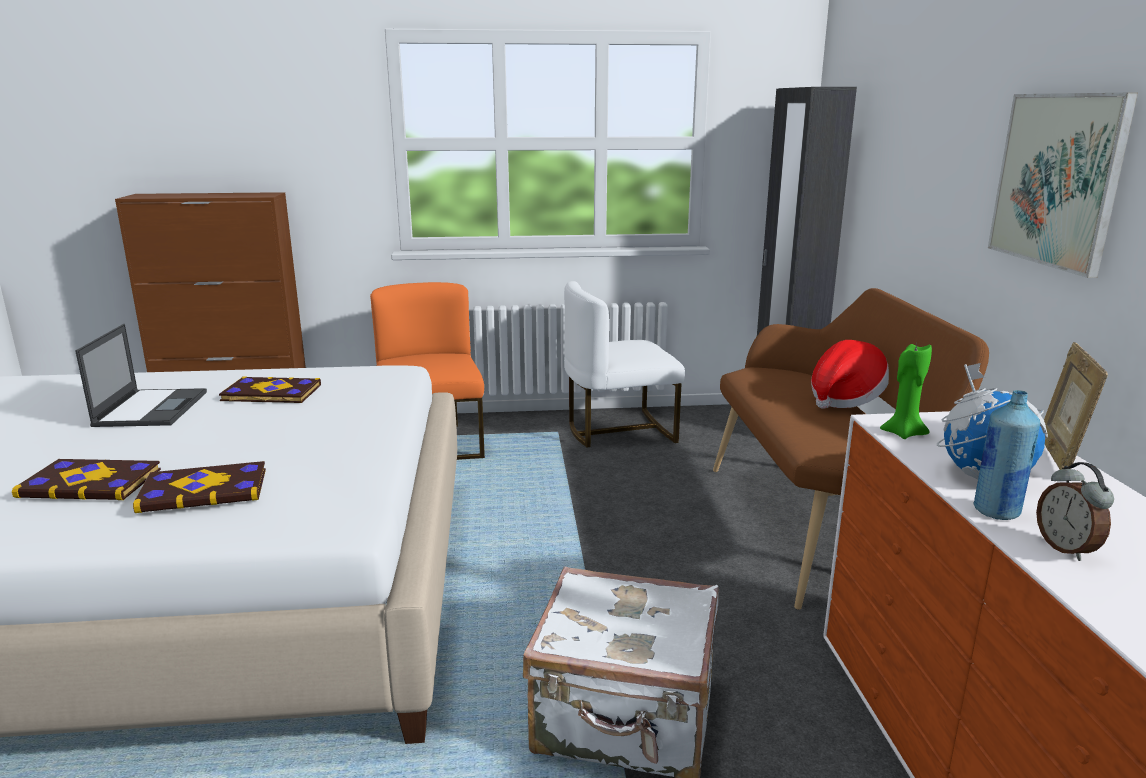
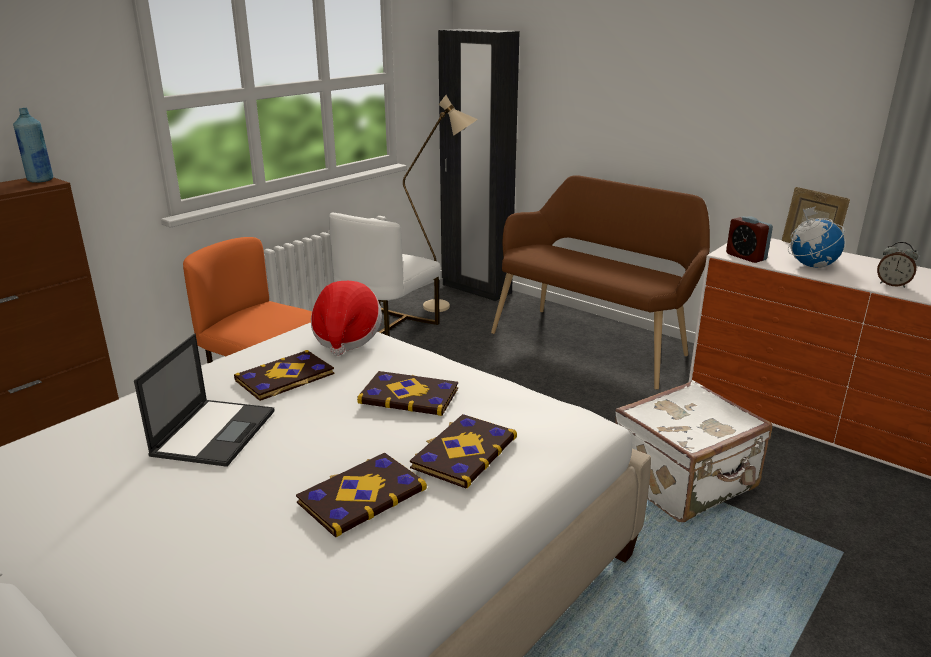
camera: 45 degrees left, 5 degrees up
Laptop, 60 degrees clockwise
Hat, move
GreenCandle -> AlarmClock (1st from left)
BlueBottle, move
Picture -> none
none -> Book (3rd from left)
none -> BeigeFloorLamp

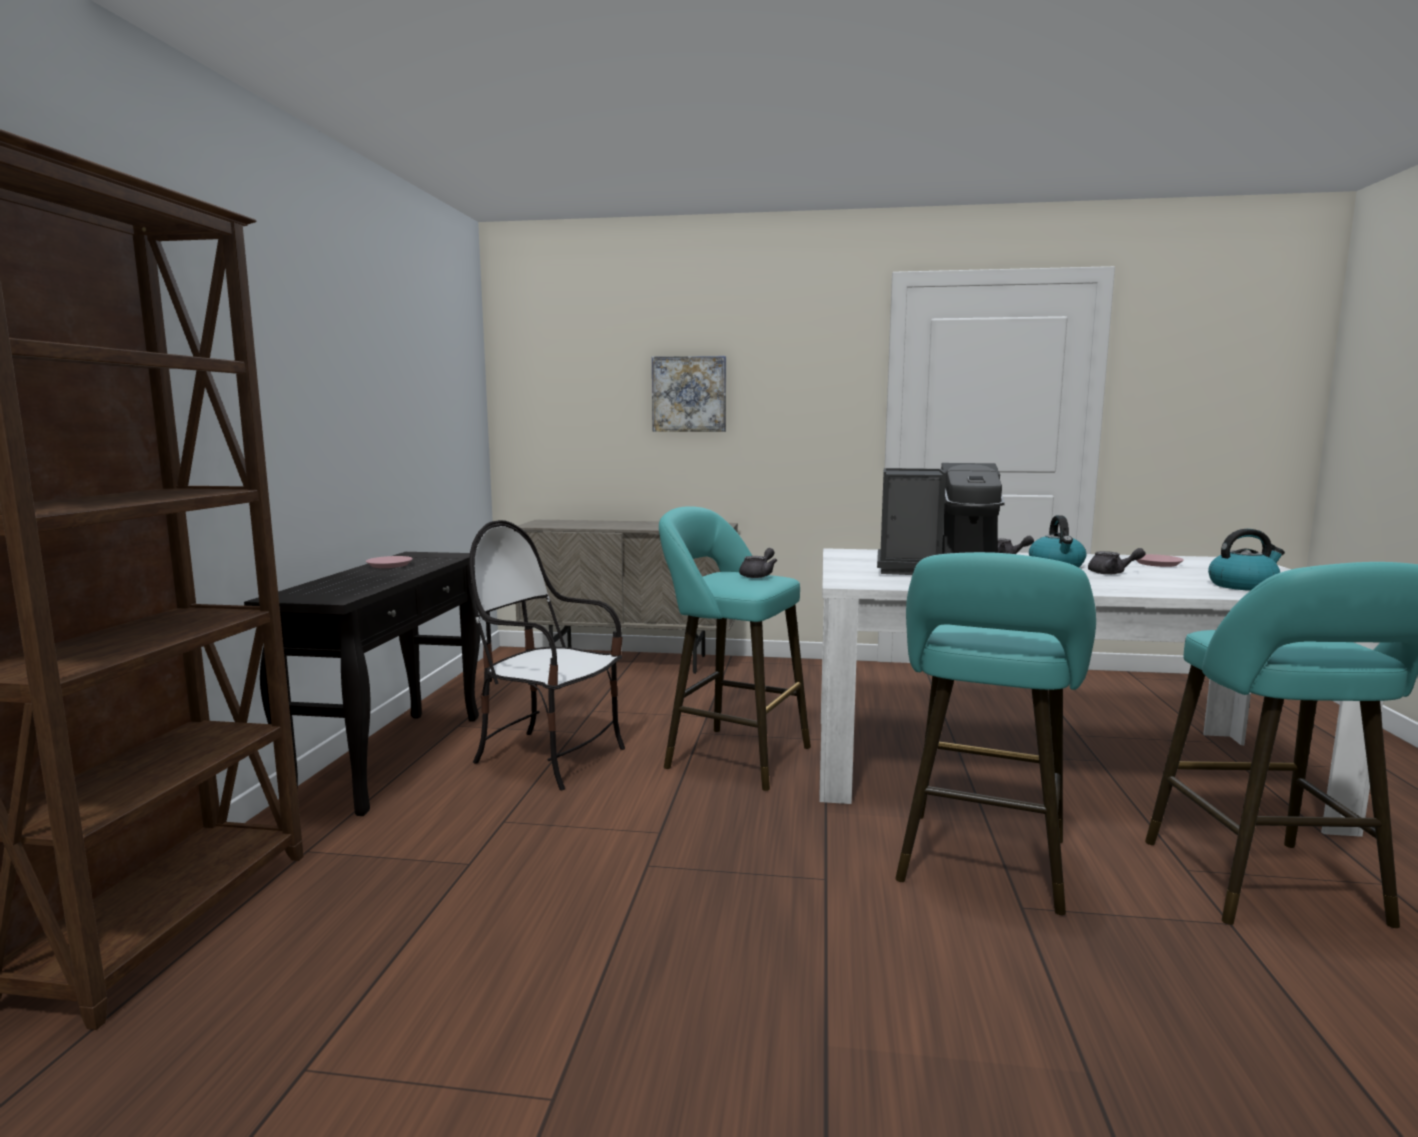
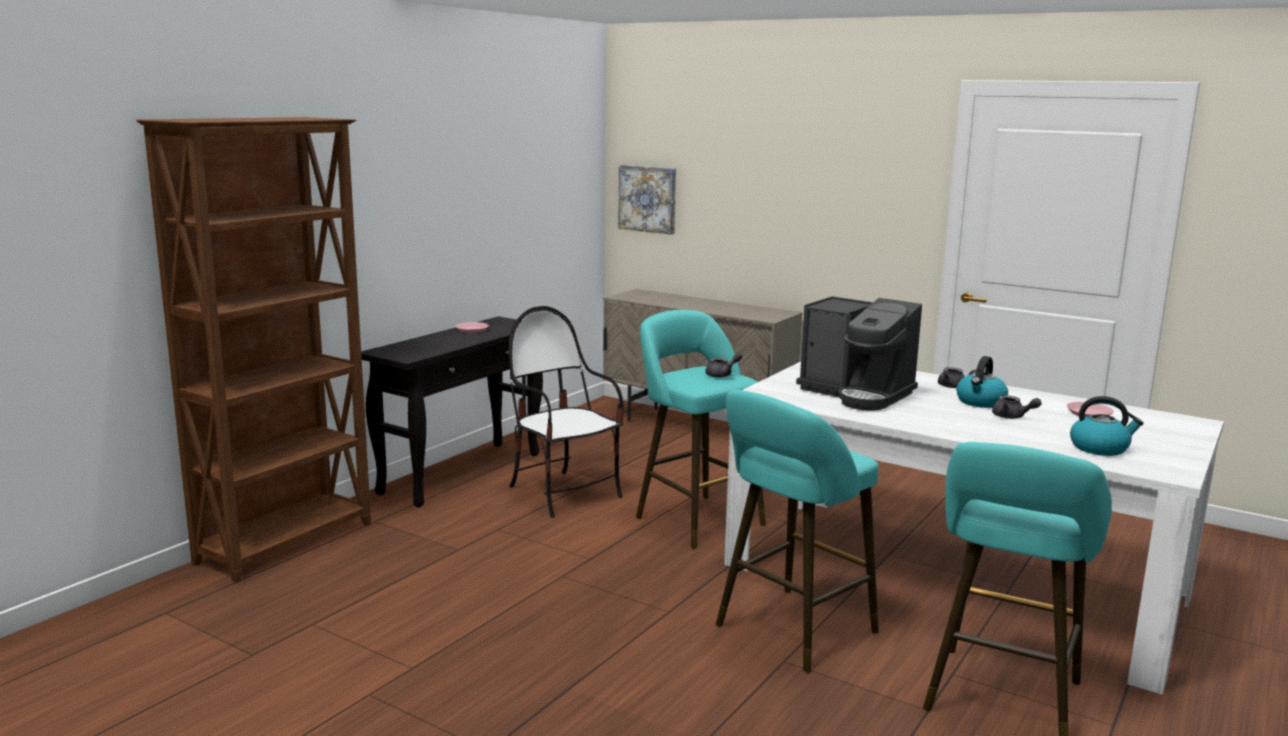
camera: 25 degrees right, 5 degrees up
Picture, move

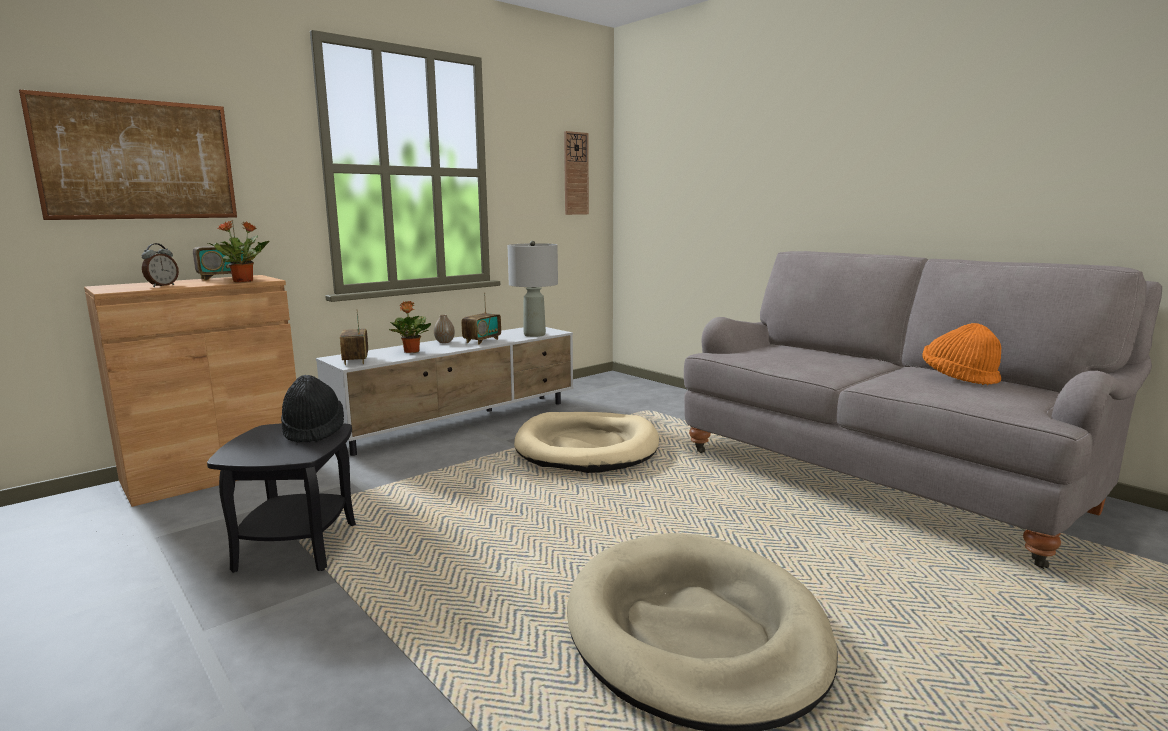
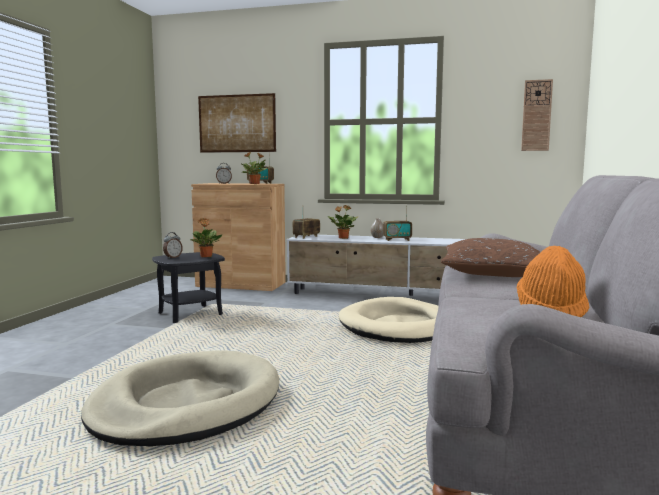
camera: 55 degrees right, 5 degrees down
BlackHat -> PottedPlant (1st from left)
GreyTableLamp -> none
none -> AlarmClock (1st from left)
none -> BrownPillow

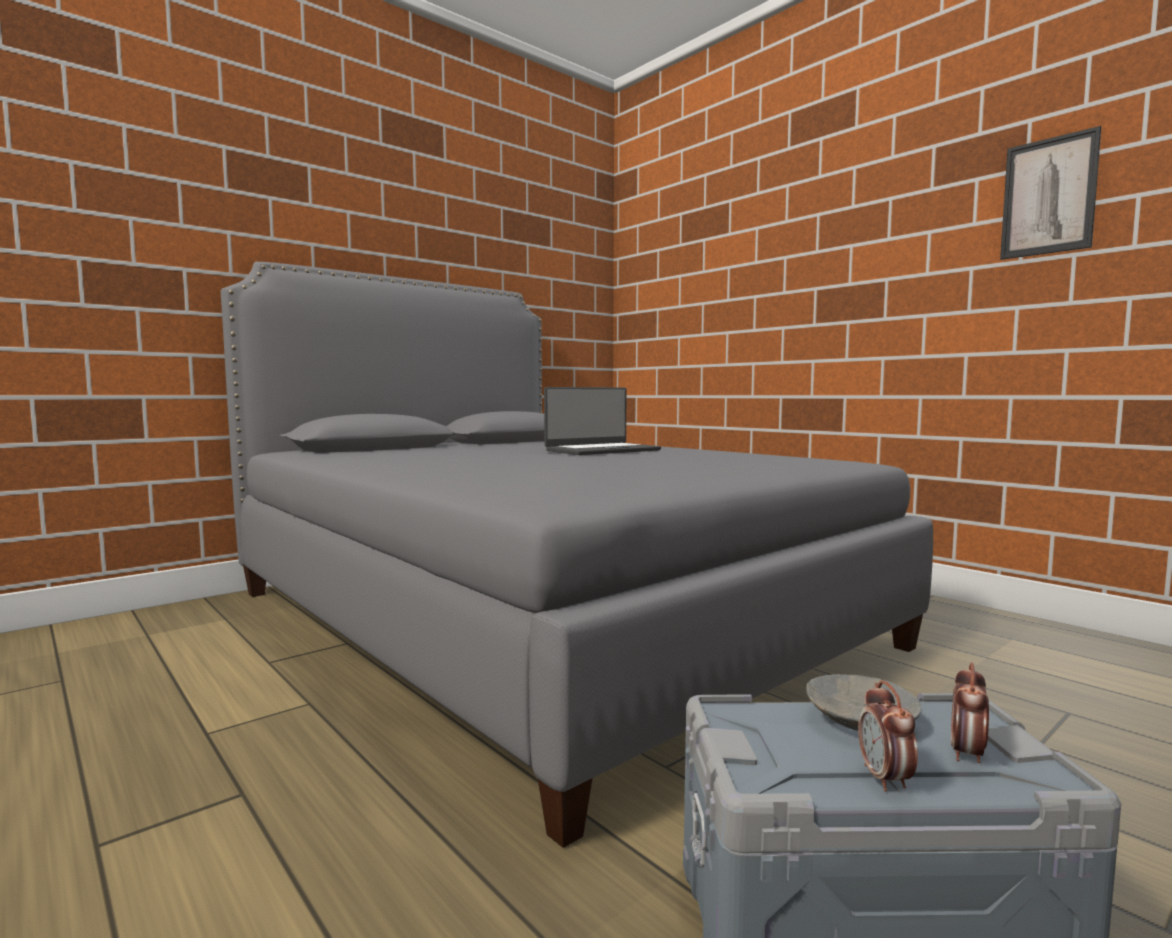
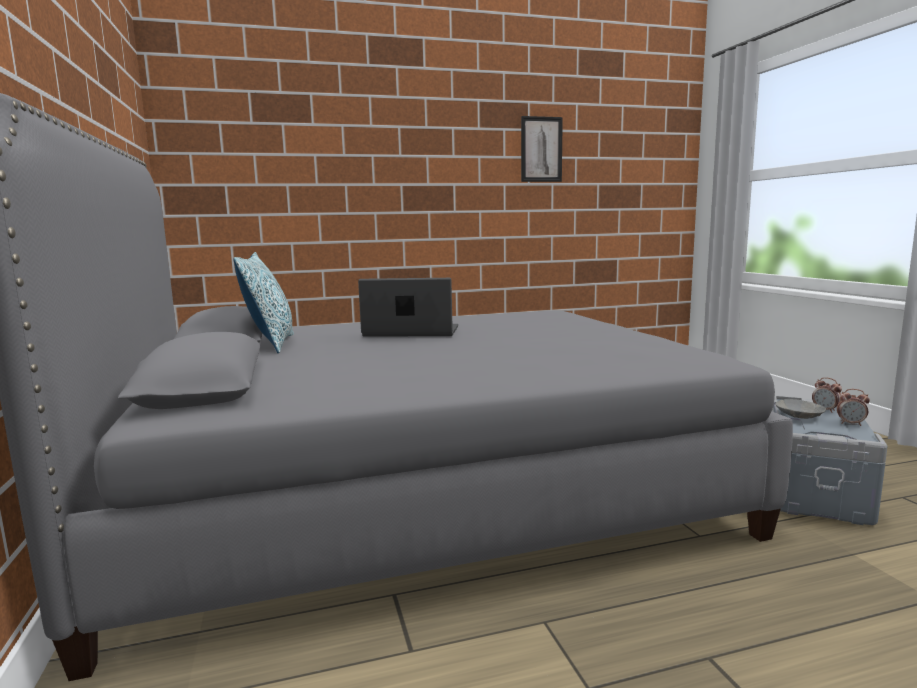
camera: 65 degrees left, 5 degrees up
Laptop, 75 degrees counterclockwise
none -> Pillow

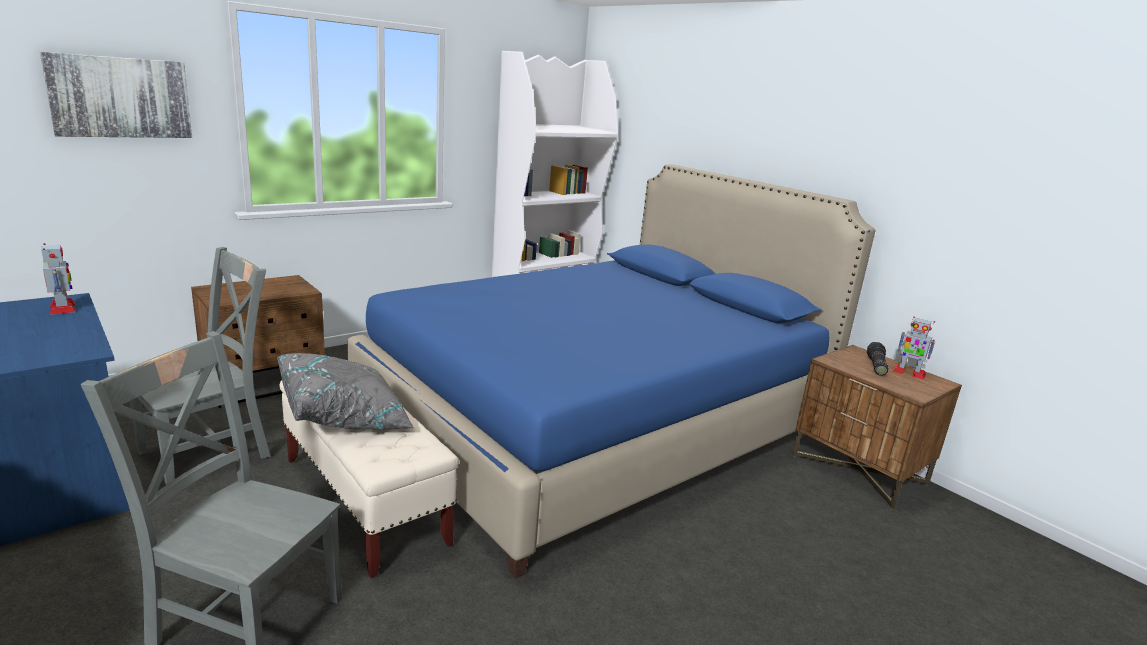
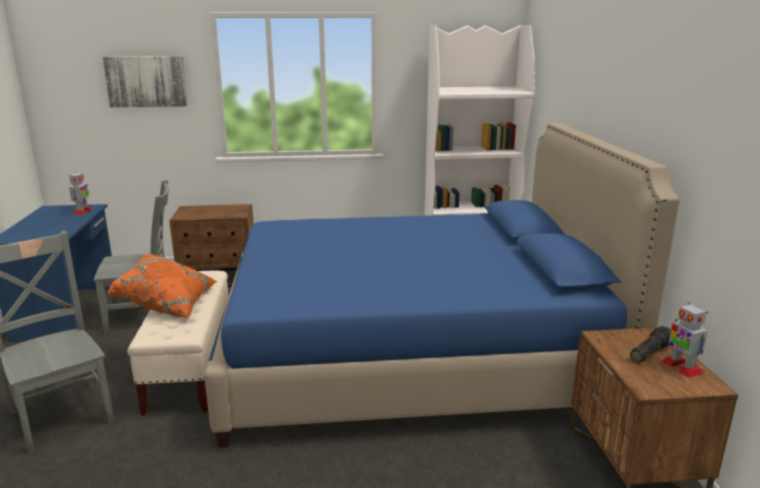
camera: 35 degrees right, 0 degrees up
GreyPillow -> OrangePillow

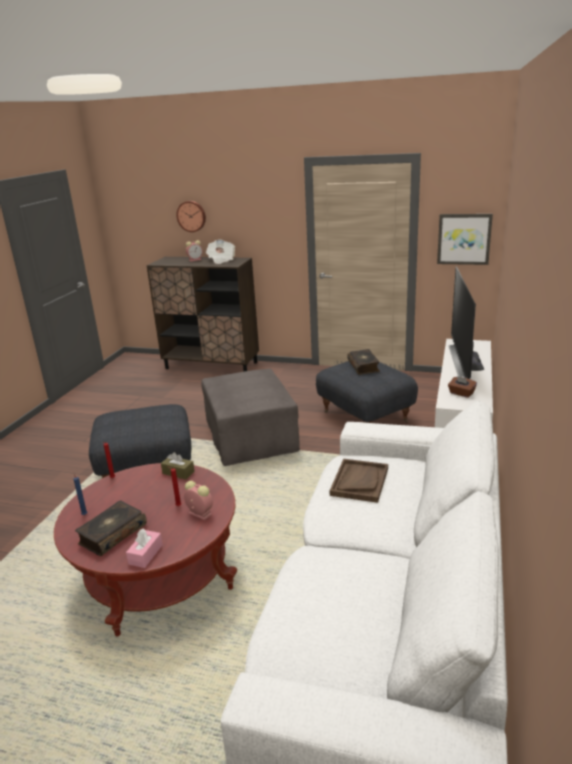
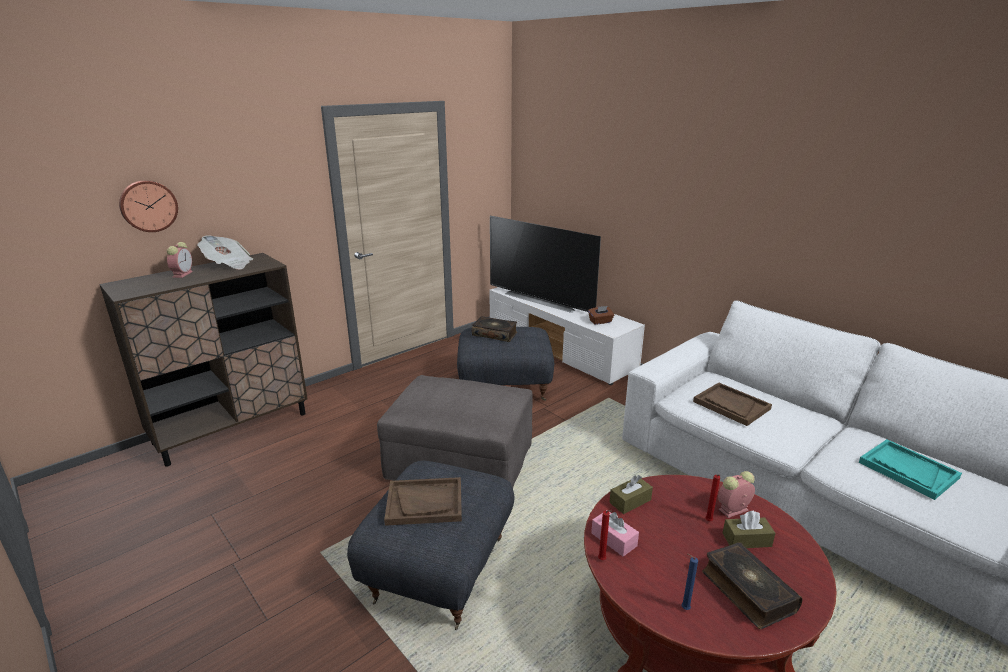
camera: 60 degrees left, 0 degrees up
PinkTissueBox, move
Picture -> none
none -> BrownTray (1st from left)
none -> BrownTissueBox (3rd from left)
none -> TurquoiseTray

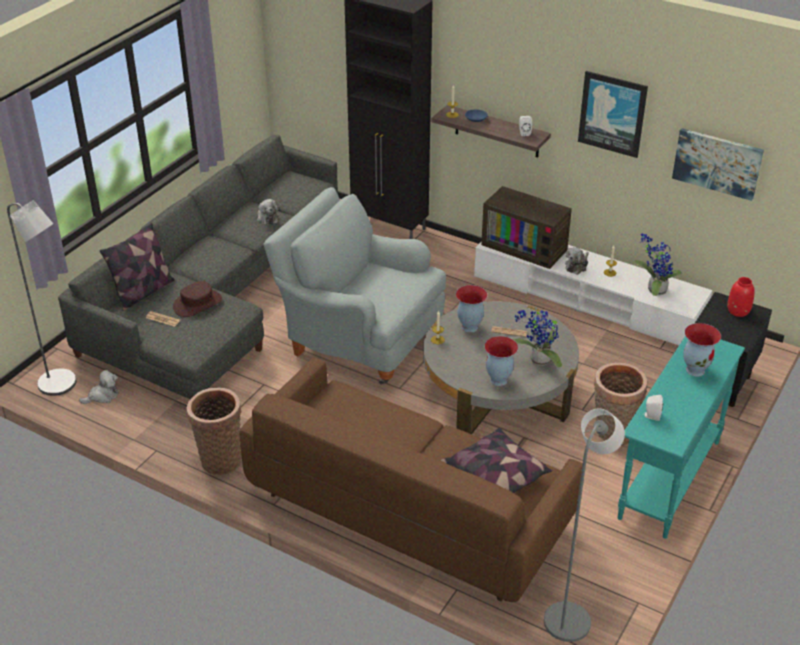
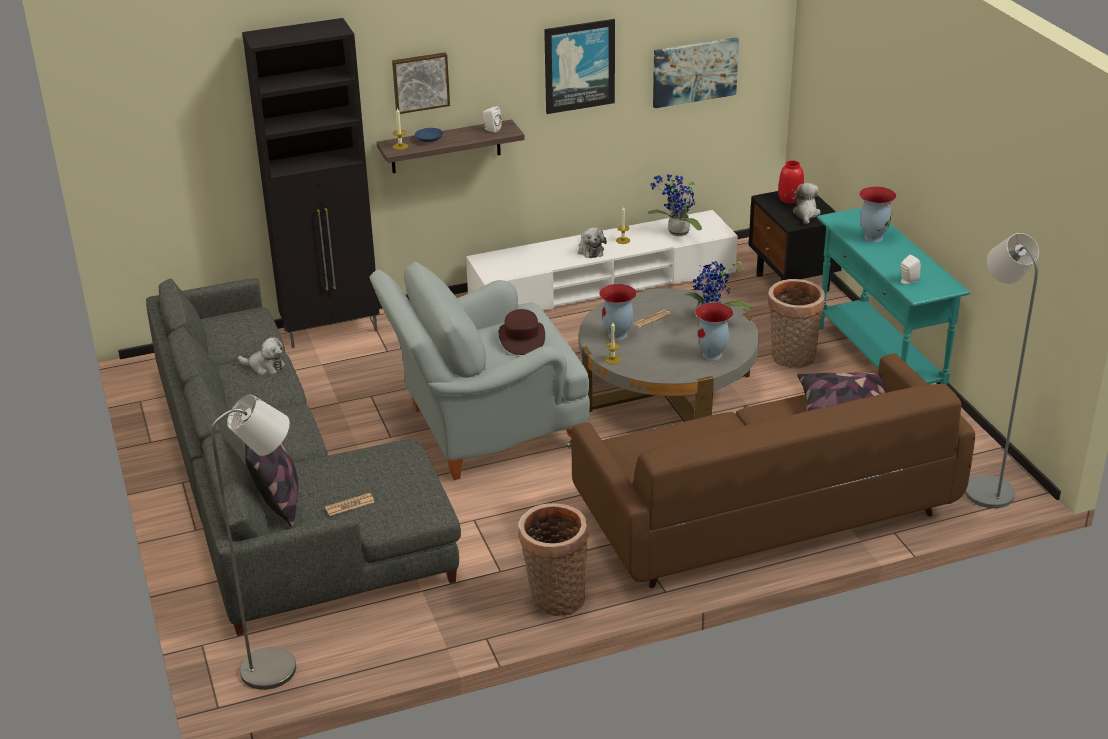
camera: 50 degrees left, 5 degrees down
PlushToy (1st from left in the first image) -> PlushToy (3rd from left), move
BrownHat, move
Television -> none
none -> Picture (1st from left)

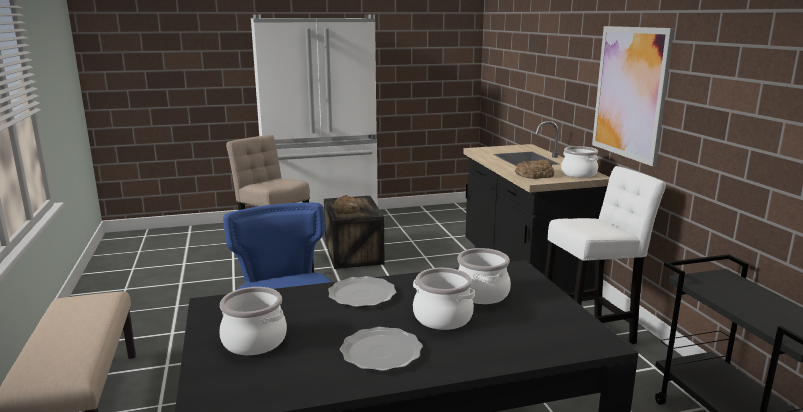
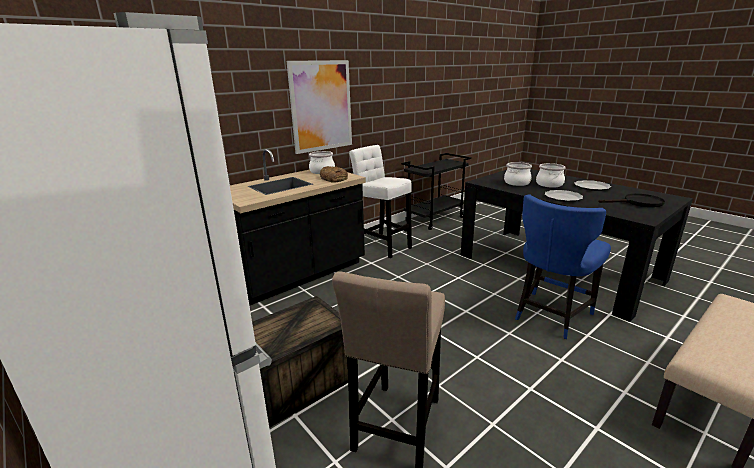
camera: 115 degrees left, 5 degrees up
CookingPot (1st from left) -> BlackFryingPan
Bread (1st from left) -> none

